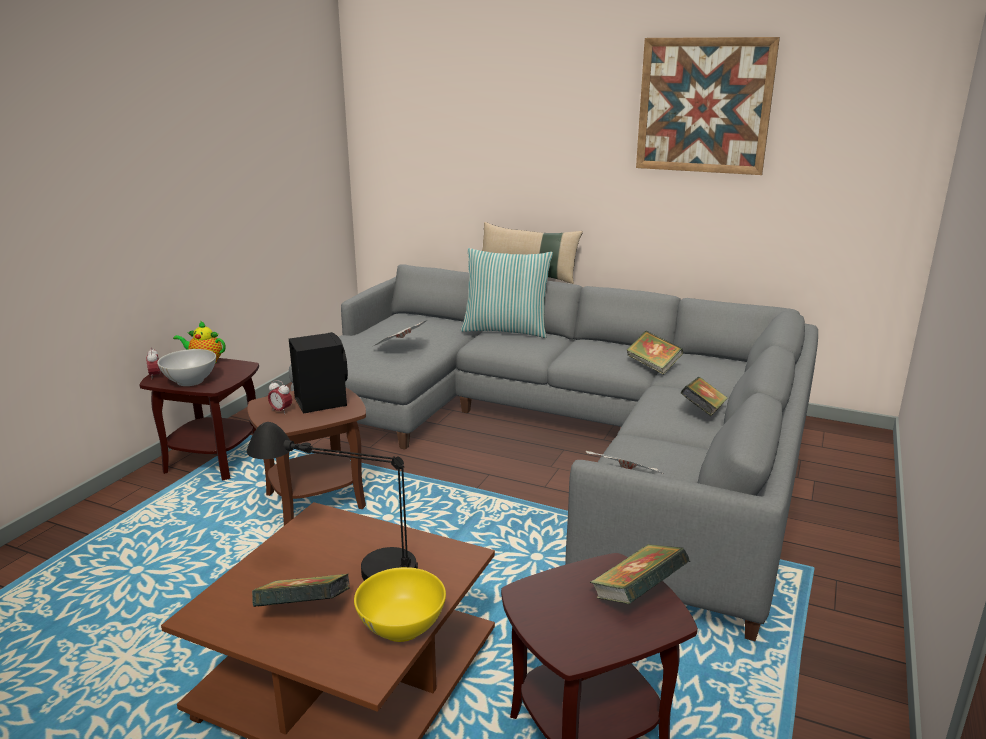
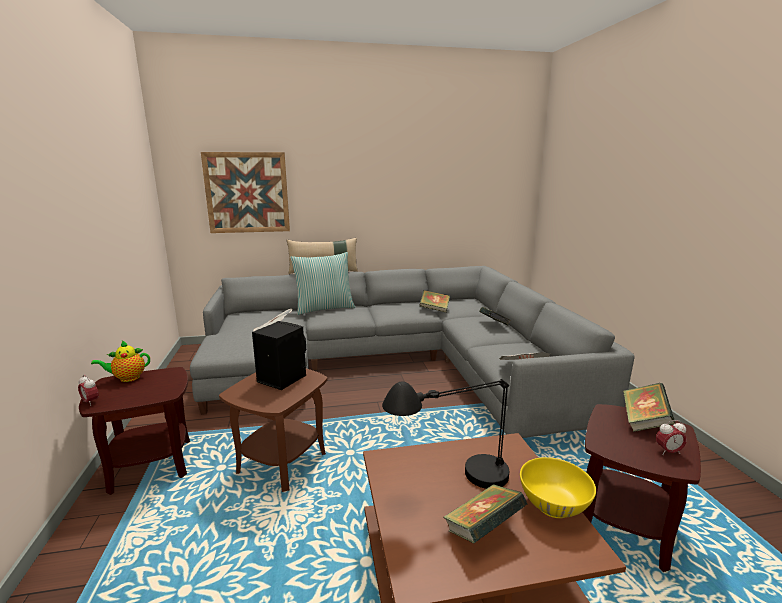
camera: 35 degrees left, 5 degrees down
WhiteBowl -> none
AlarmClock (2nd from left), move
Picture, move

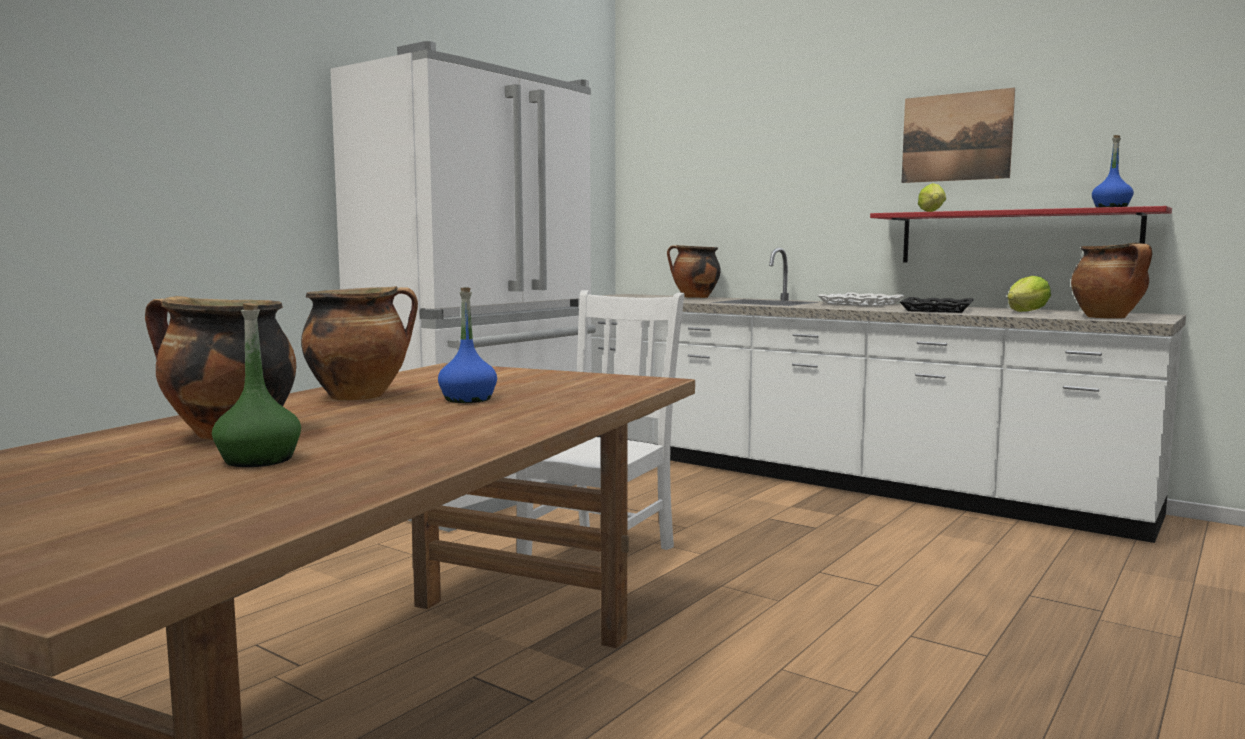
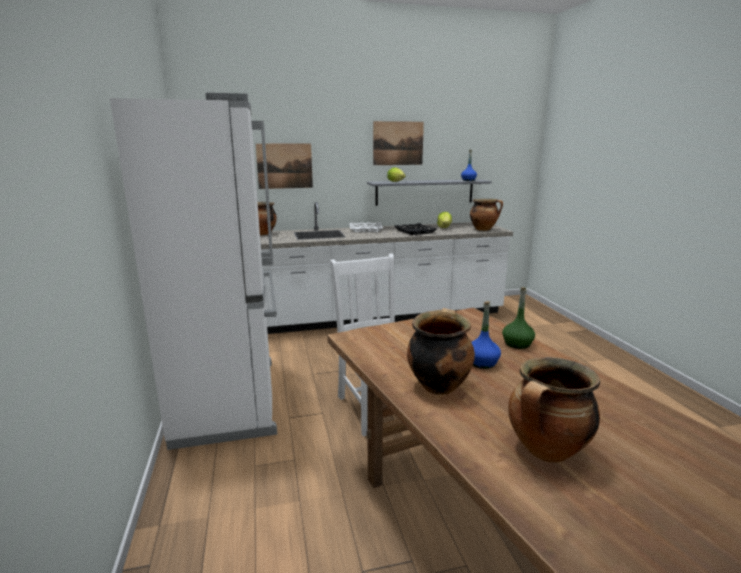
camera: 50 degrees left, 10 degrees up
GreenBottle, move
RedShelf -> GreyShelf
none -> Picture (1st from left)

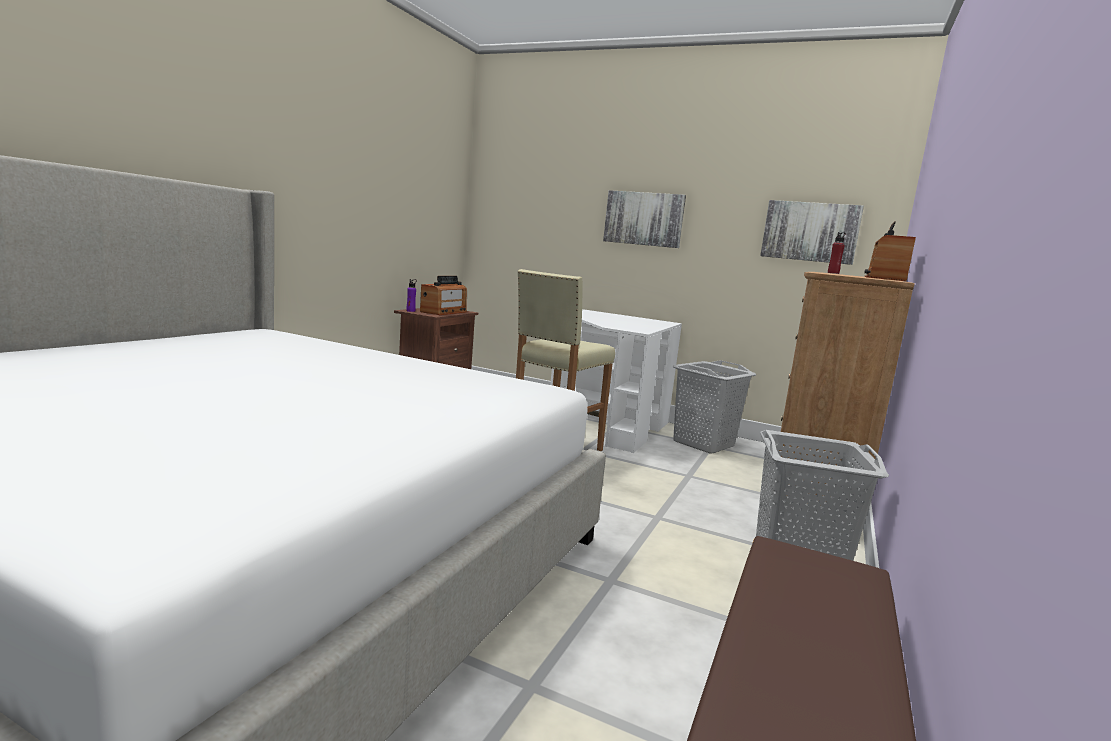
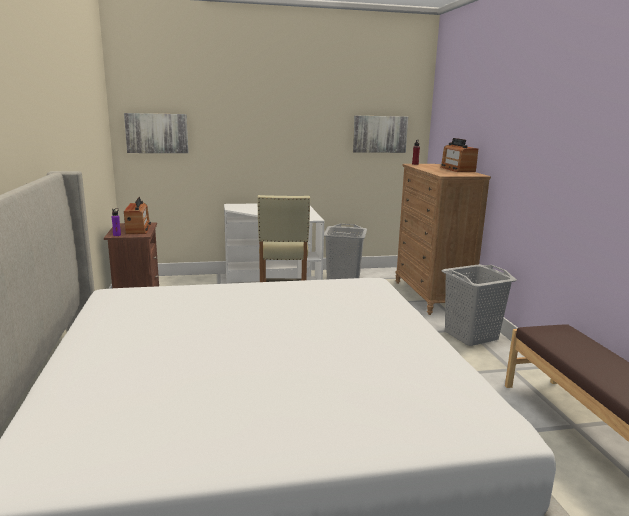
camera: 35 degrees left, 5 degrees up
Picture (1st from left), move

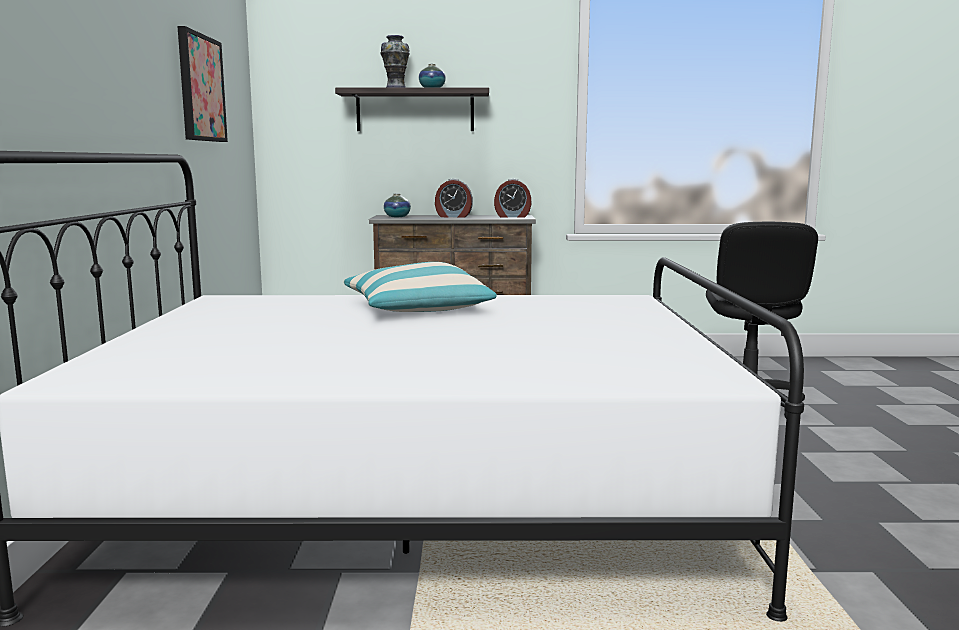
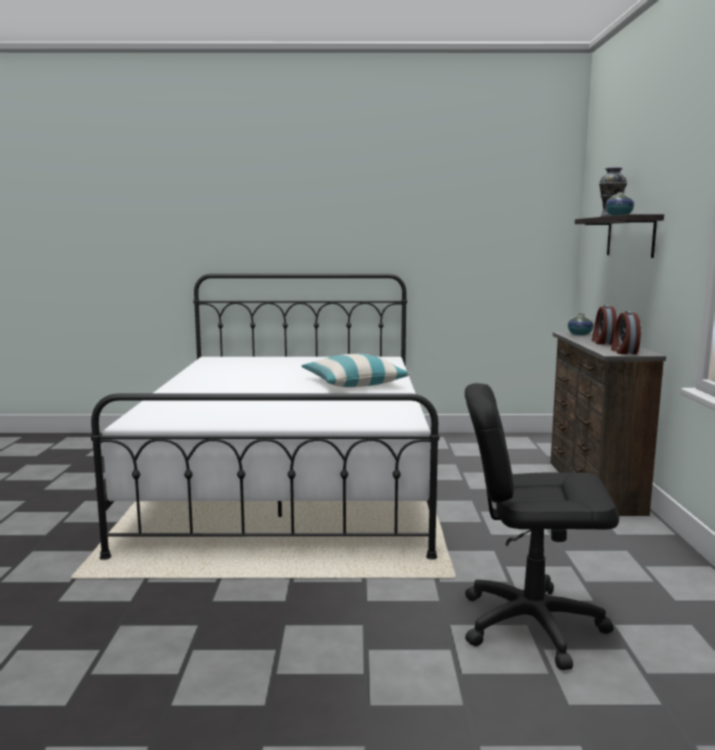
camera: 90 degrees right, 0 degrees up
Picture -> none

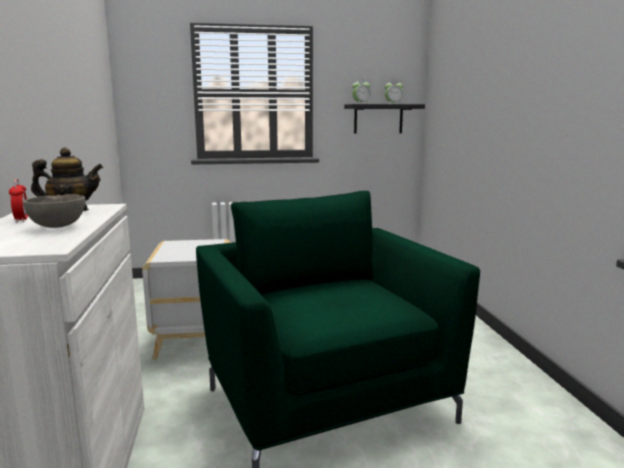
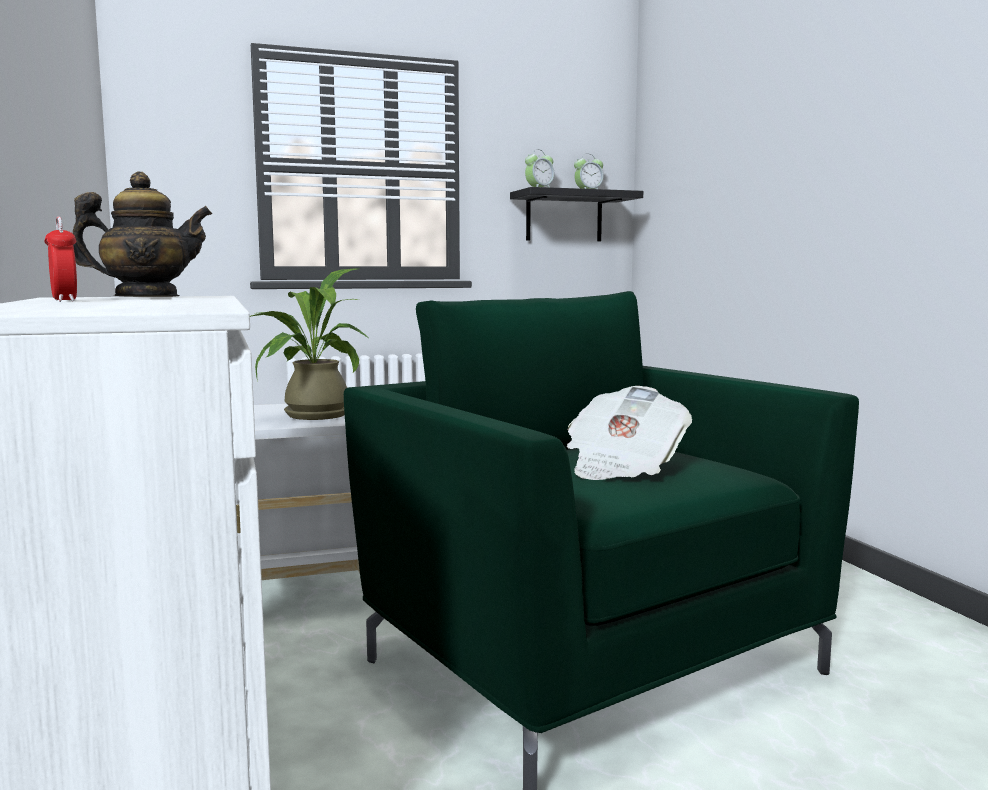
camera: 10 degrees left, 5 degrees down
GreyBowl -> none
none -> PottedPlant
none -> Newspaper

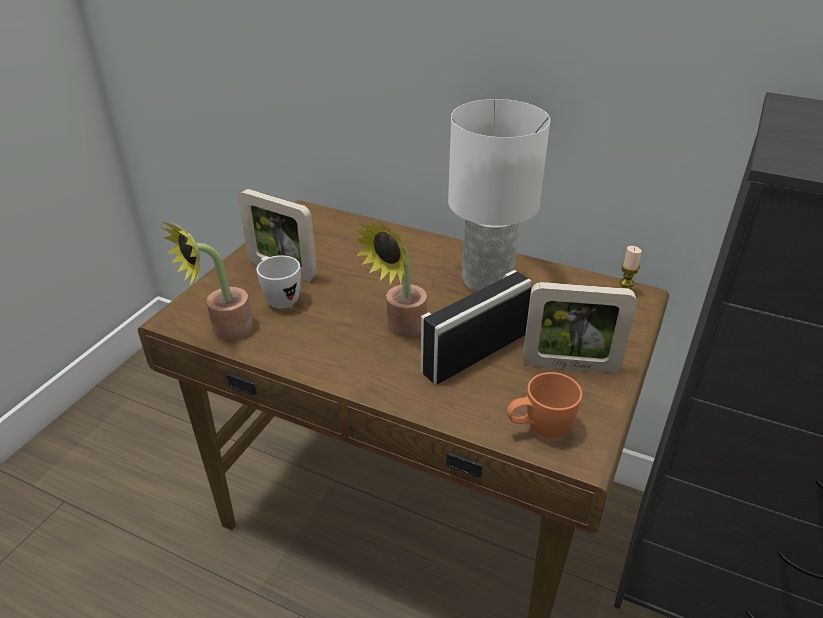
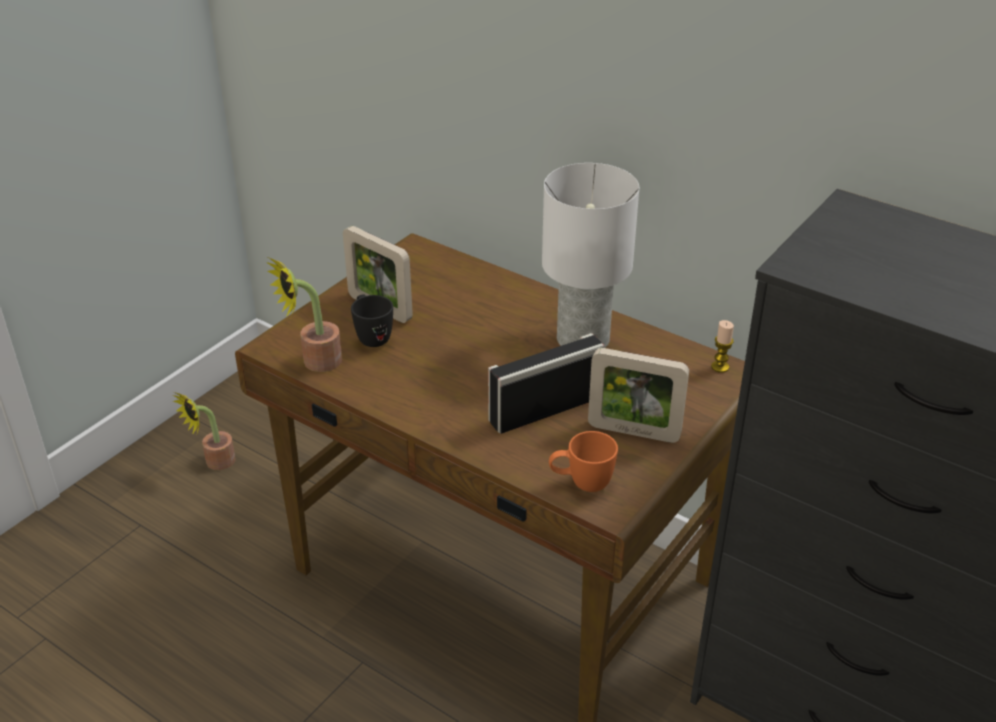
camera: 10 degrees right, 0 degrees up
WhiteMug -> BlackMug
PottedPlant (2nd from left in the first image) -> PottedPlant (1st from left), move

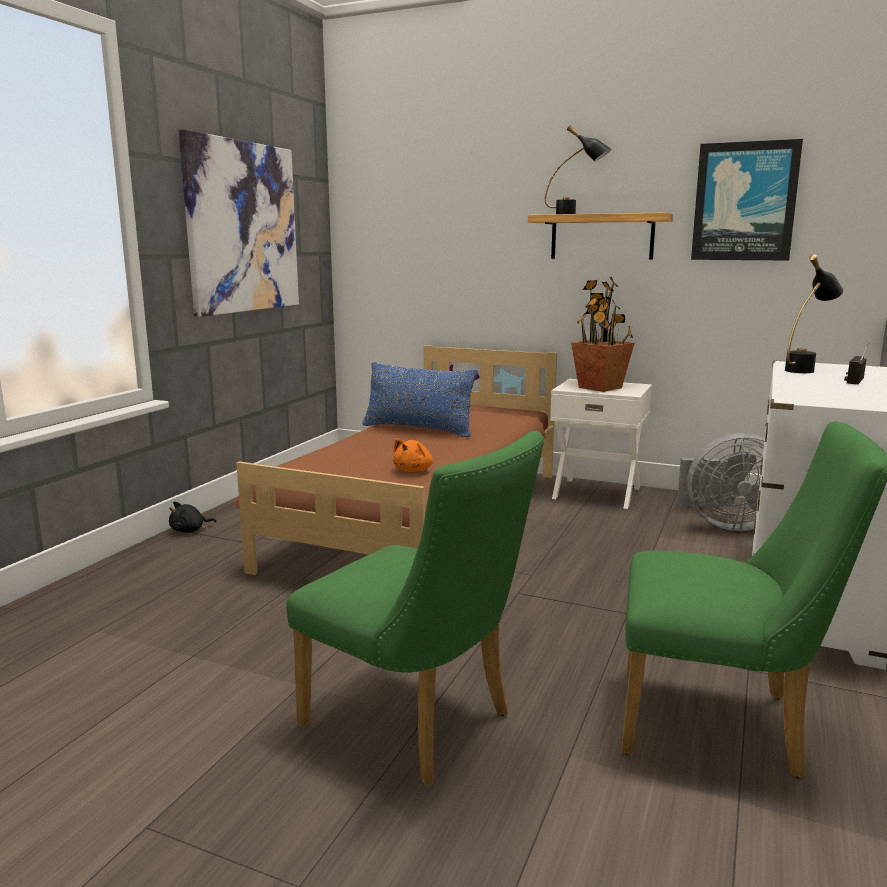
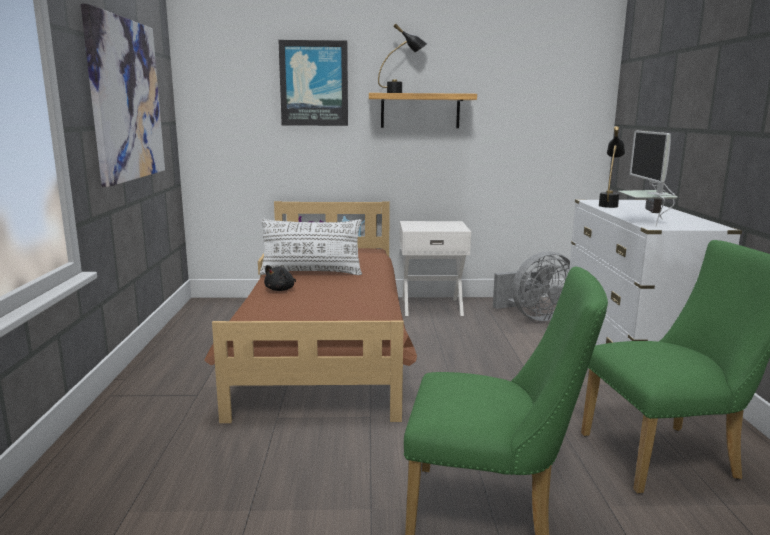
camera: 25 degrees left, 0 degrees up
BlackPlushToy, move
BluePillow -> WhitePillow
OrangePlushToy -> none
PottedPlant -> none
Picture (2nd from left), move
none -> Monitor

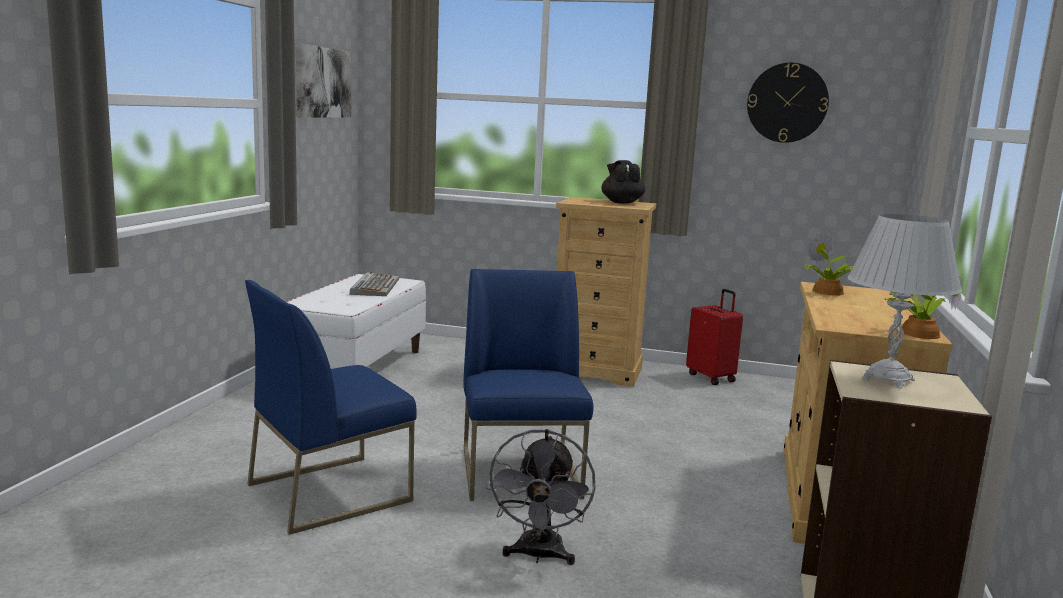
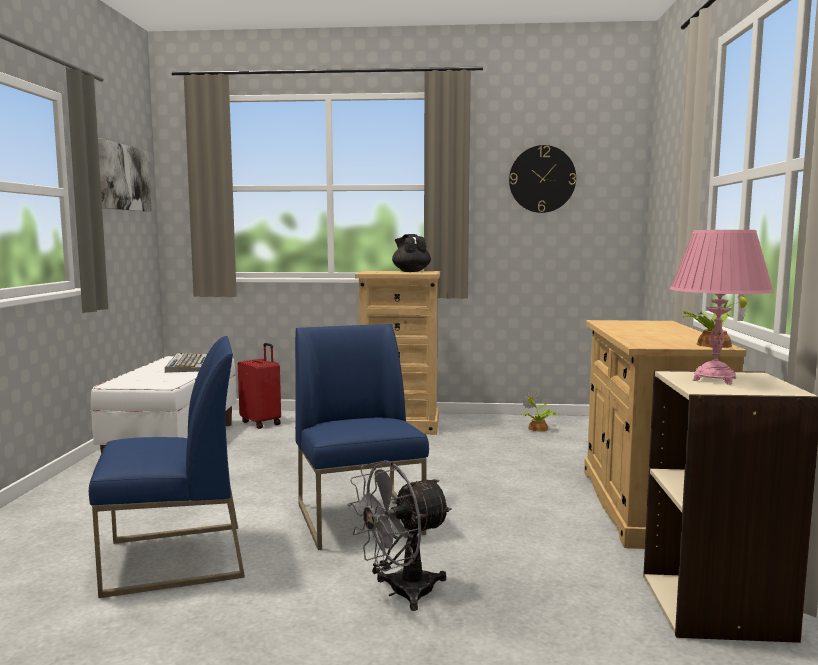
camera: 10 degrees left, 5 degrees down
BlueChair (1st from left), 150 degrees counterclockwise
GreyFan, 60 degrees clockwise
RedSuitcase, move
PottedPlant (1st from left), move
WhiteTableLamp -> PinkTableLamp

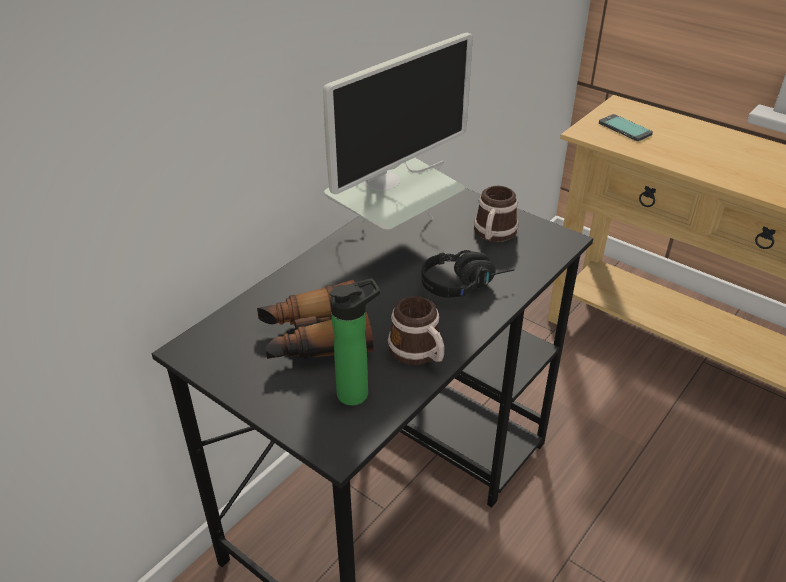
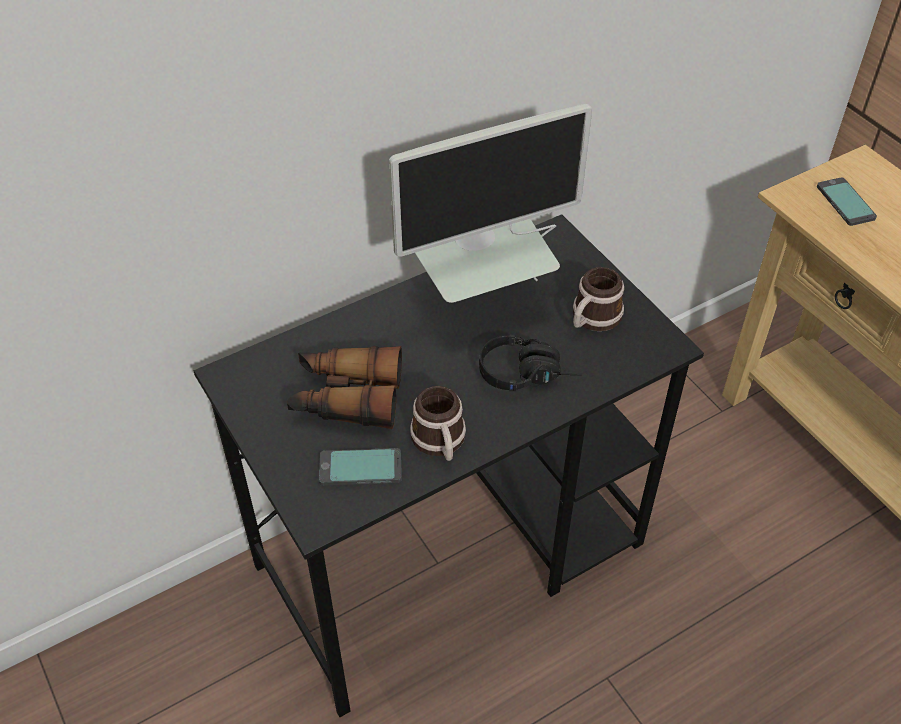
camera: 20 degrees right, 10 degrees up
Bottle -> Phone (1st from left)

